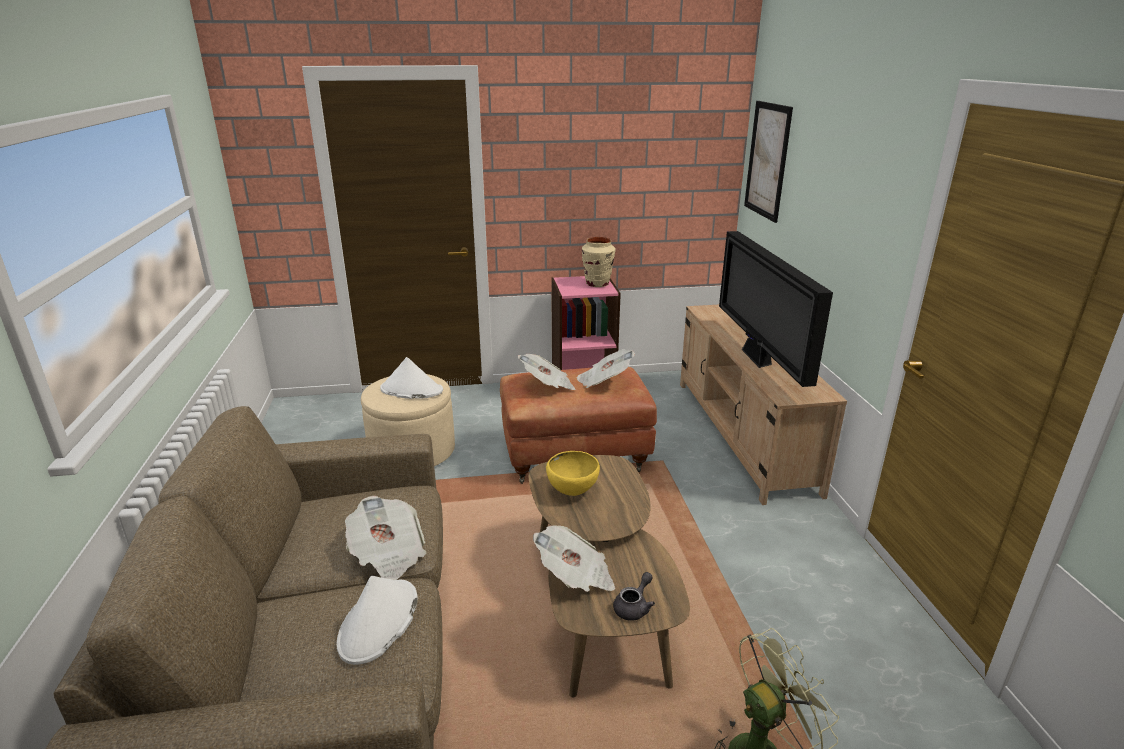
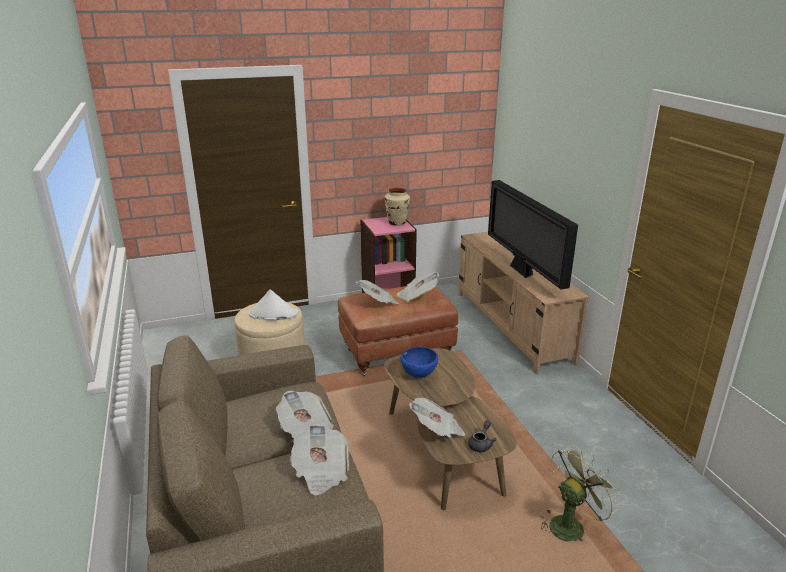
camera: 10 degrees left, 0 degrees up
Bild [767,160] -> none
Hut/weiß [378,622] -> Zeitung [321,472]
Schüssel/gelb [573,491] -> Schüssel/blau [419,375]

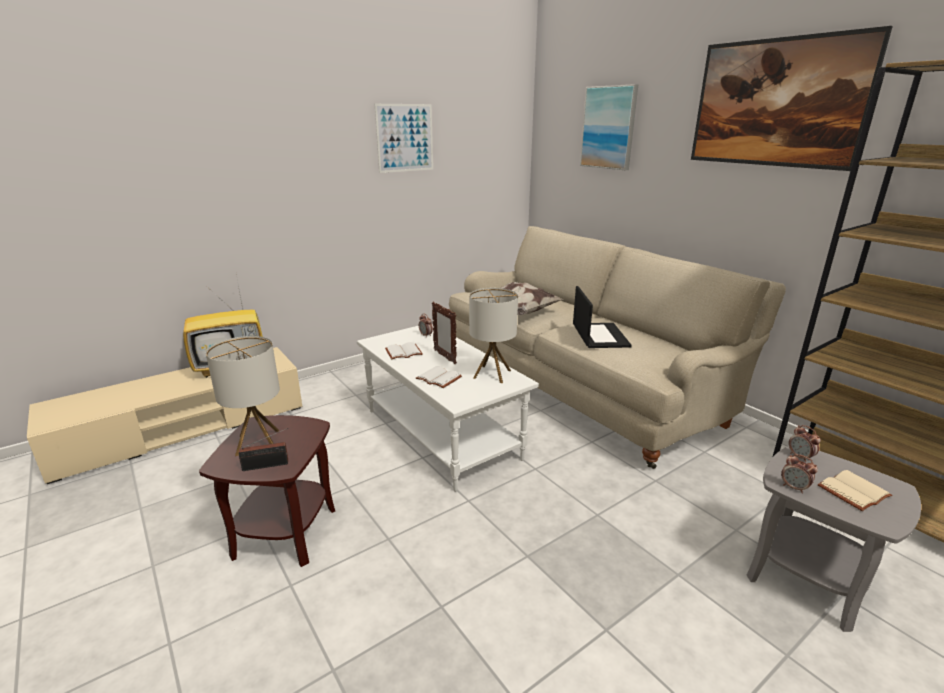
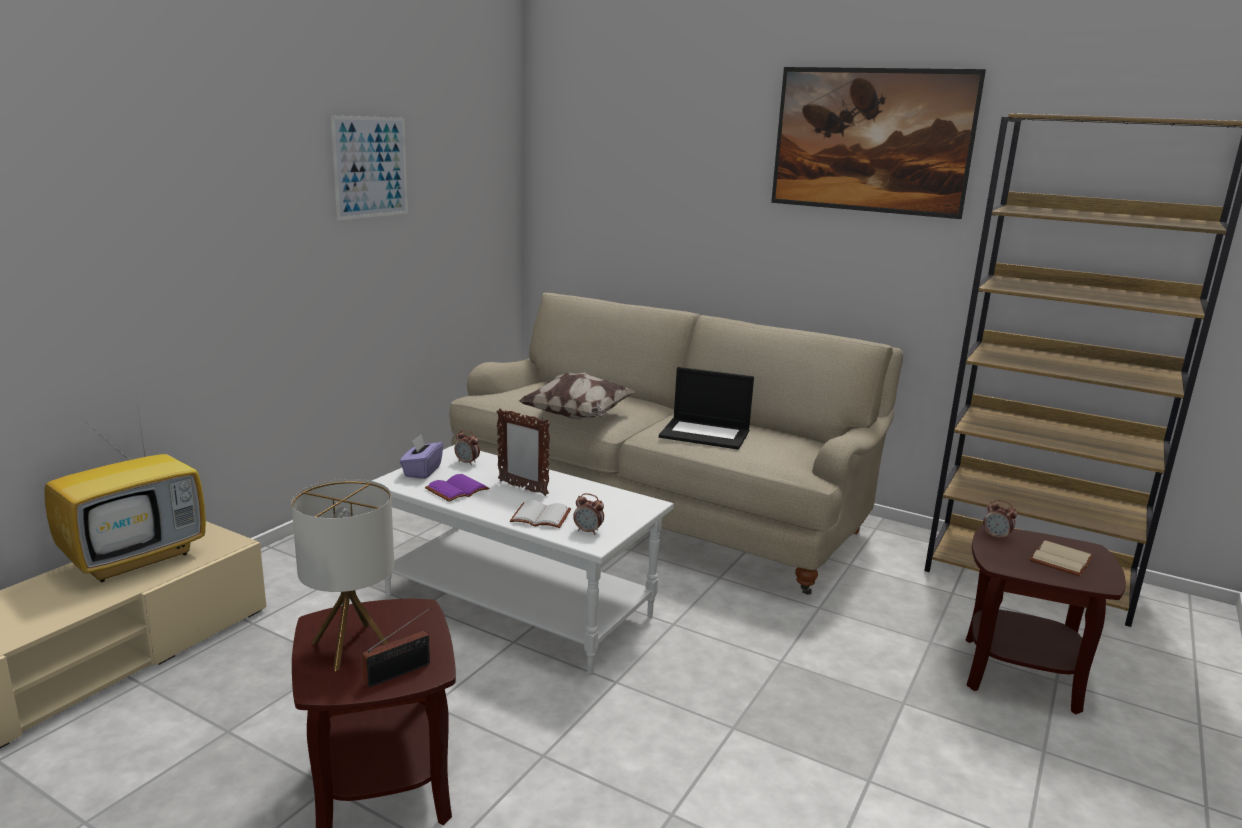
camera: 25 degrees left, 5 degrees down
Tischlampe [492,374] -> none
Bild [608,128] -> none
none -> Taschentuchbox/lila [422,471]
Wecker [794,487] -> Wecker [588,531], relocated
Buch/weiß [404,352] -> Buch/lila [457,489]
Beistelltisch/grau [808,578] -> Beistelltisch/braun [1020,673]
Laptop [599,335] -> Laptop [706,434], 135 degrees clockwise

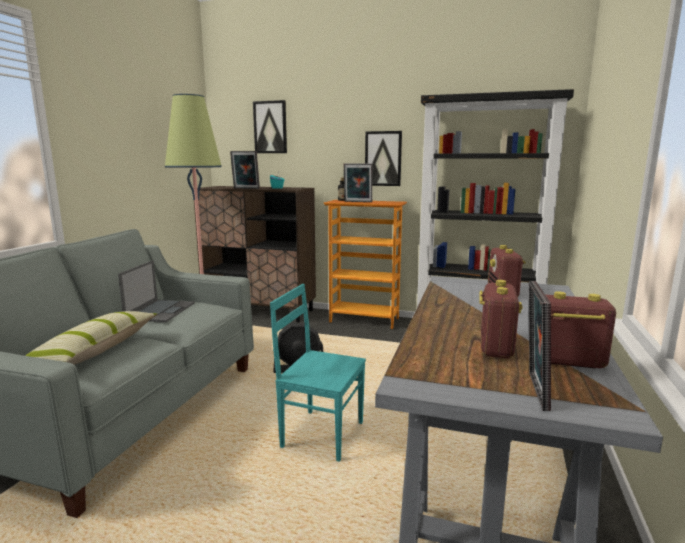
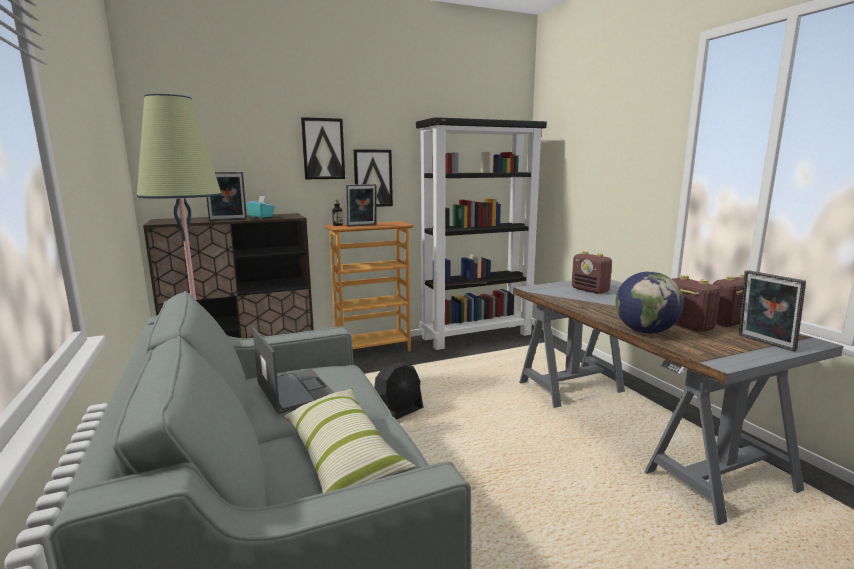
camera: 40 degrees left, 0 degrees up
Stuhl/türkis [322,434] -> none
none -> Globus [645,331]
Bild [270,127] -> Bild [323,149], relocated

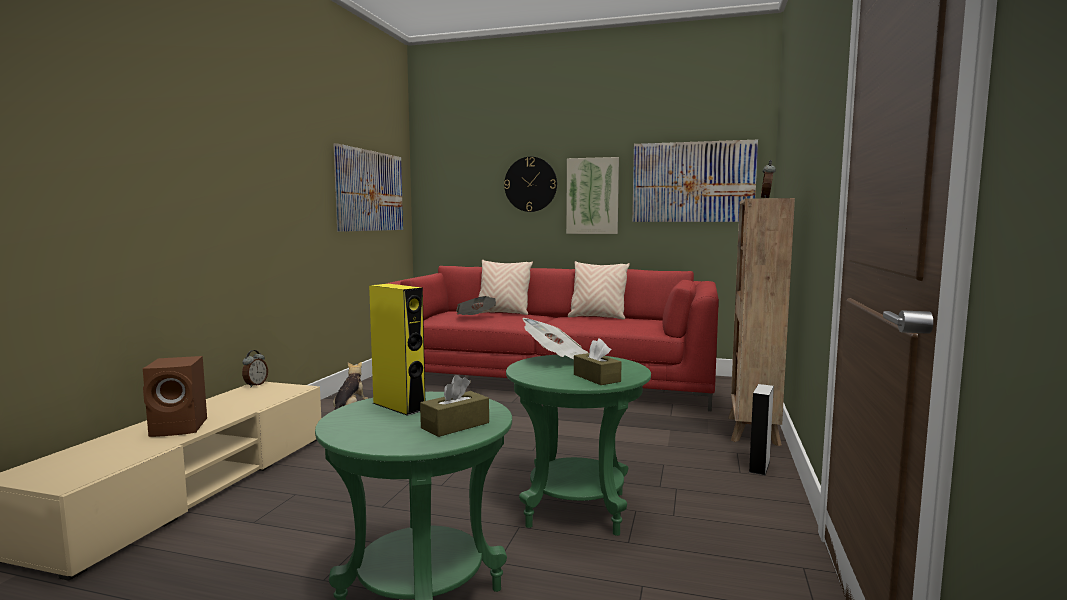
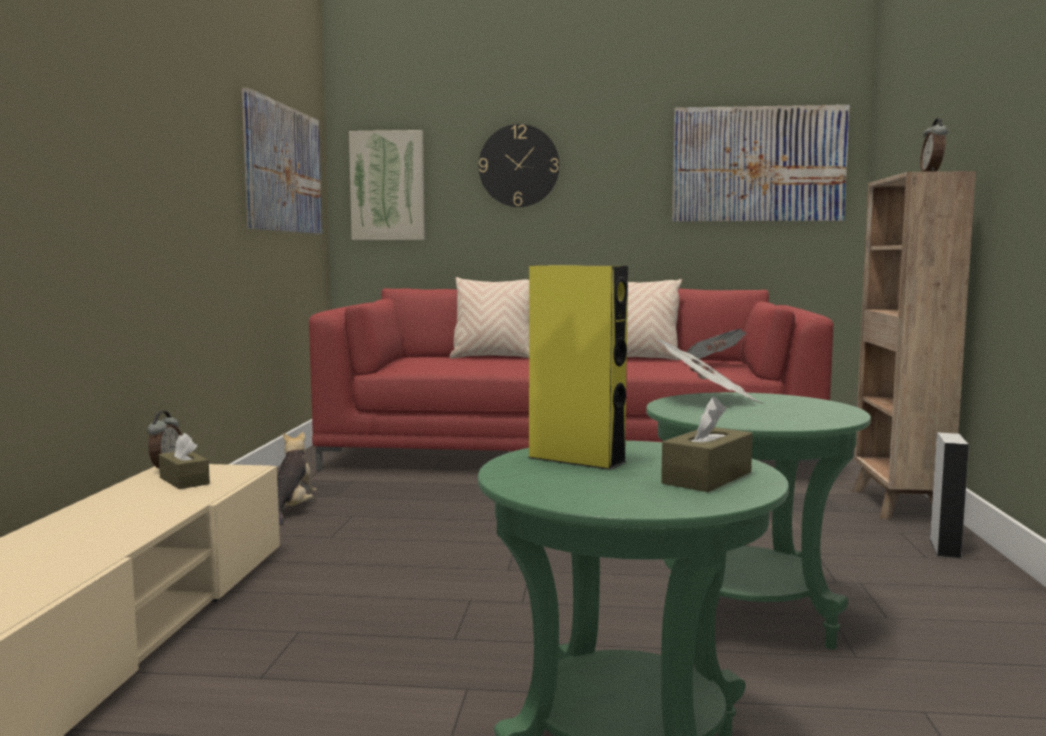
camera: 10 degrees left, 0 degrees up
Lautsprecher/braun [181,427] -> none
Zeitung [476,318] -> Zeitung [711,364], relocated
Bild [592,196] -> Bild [387,186], relocated
Taschentuchbox/braun [596,378] -> Taschentuchbox/braun [184,481], relocated

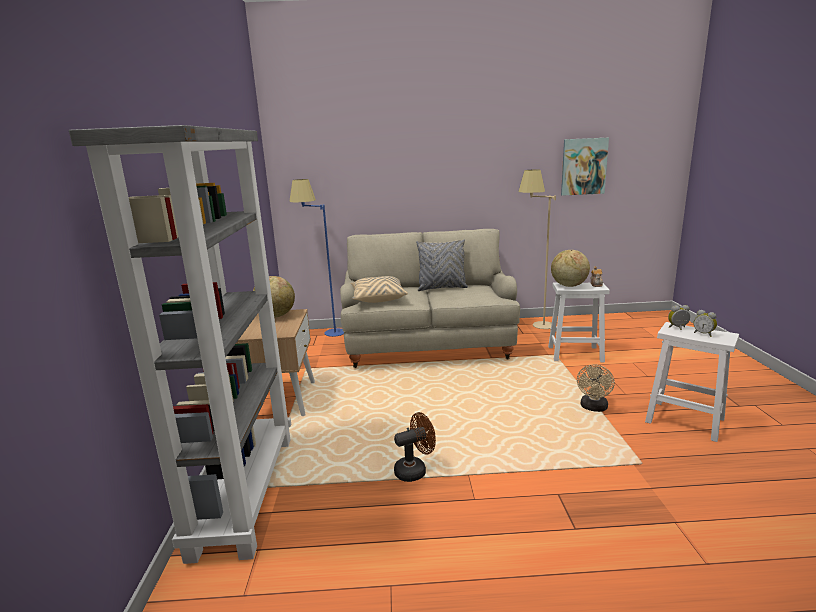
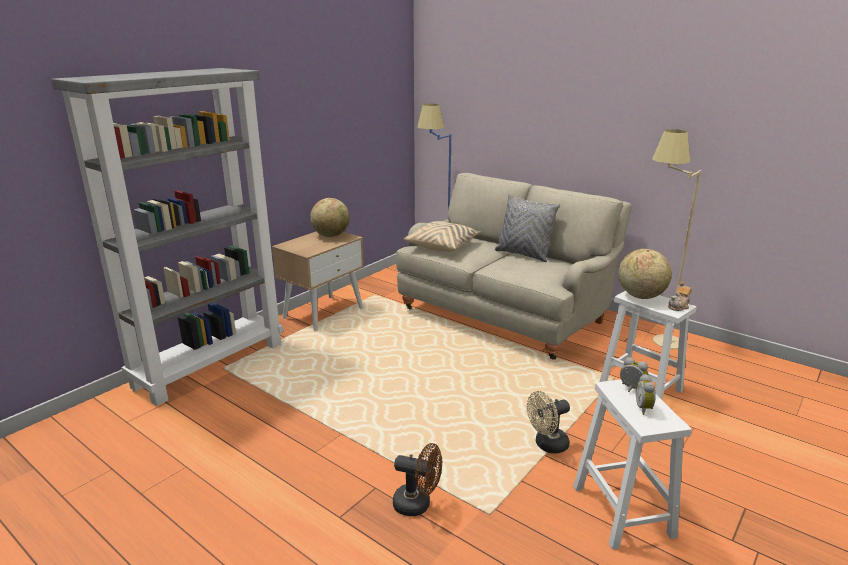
camera: 40 degrees right, 5 degrees up
Bild [583,166] -> none
Ventilator/braun [415,470] -> Ventilator/braun [418,504], relocated

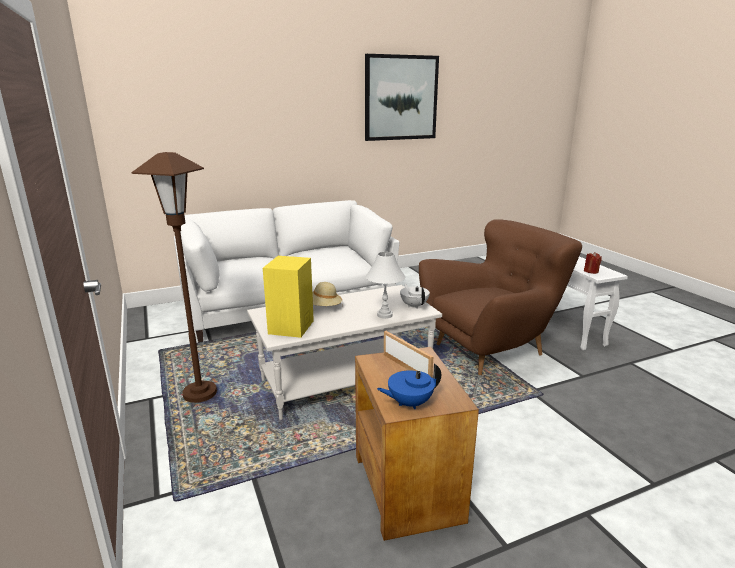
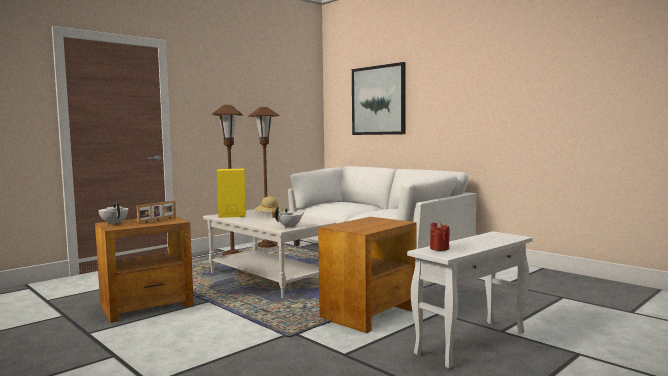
camera: 70 degrees right, 15 degrees down
Tischlampe/weiß [384,315] -> none
none -> Stehlampe/braun [267,246]
Bild [401,98] -> Bild [378,100], relocated
Sessel/braun [491,349] -> Beistelltisch/braun [368,313]
Teekanne/blau [409,403] -> Teekanne/weiß [114,223]

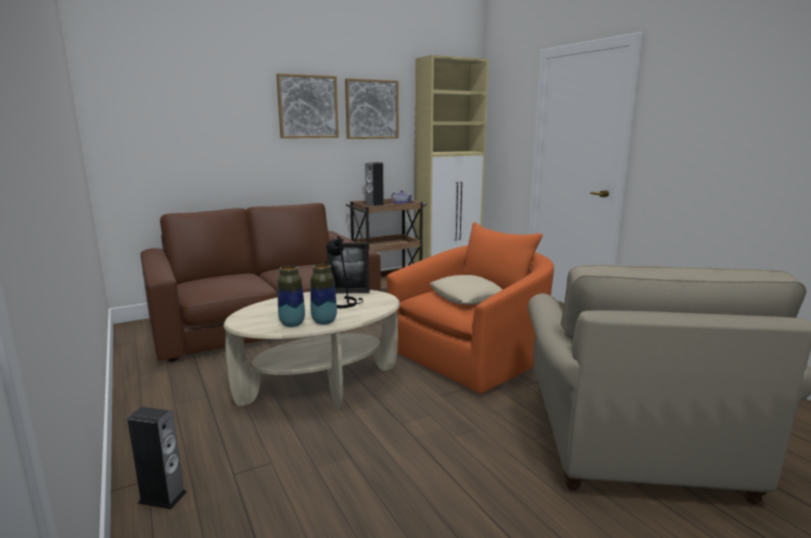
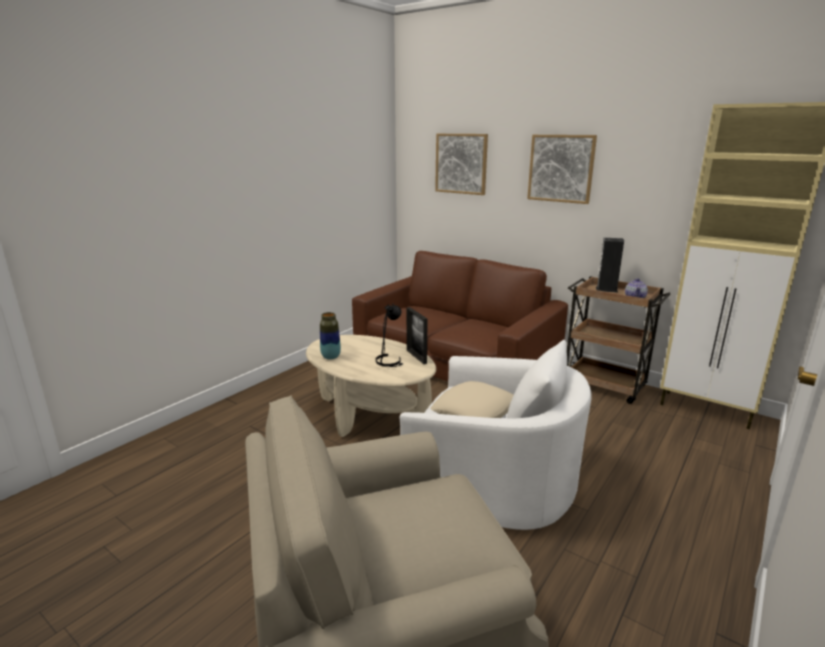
camera: 65 degrees right, 5 degrees up
Lautsprecher [162,497] -> none
Vase [324,322] -> none
Bild [371,109] -> Bild [461,163], relocated
Sessel/orange [474,356] -> Sessel/weiß [493,480]

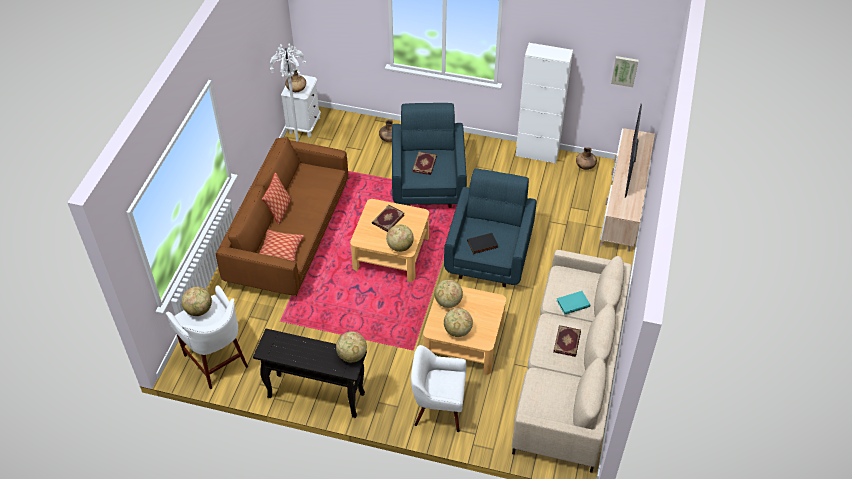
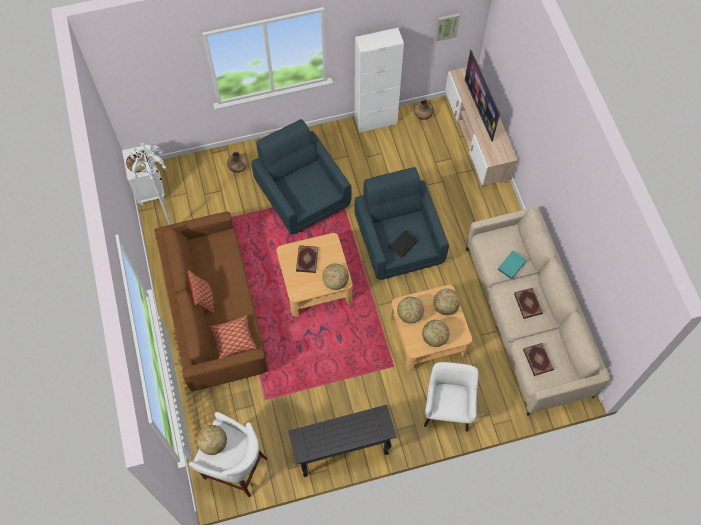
camera: 30 degrees left, 15 degrees up
Globus [352,355] -> Globus [445,307], relocated
Buch [425,164] -> Buch [538,359], relocated
Sessel/weiß [438,408] -> Sessel/weiß [447,408], 120 degrees clockwise

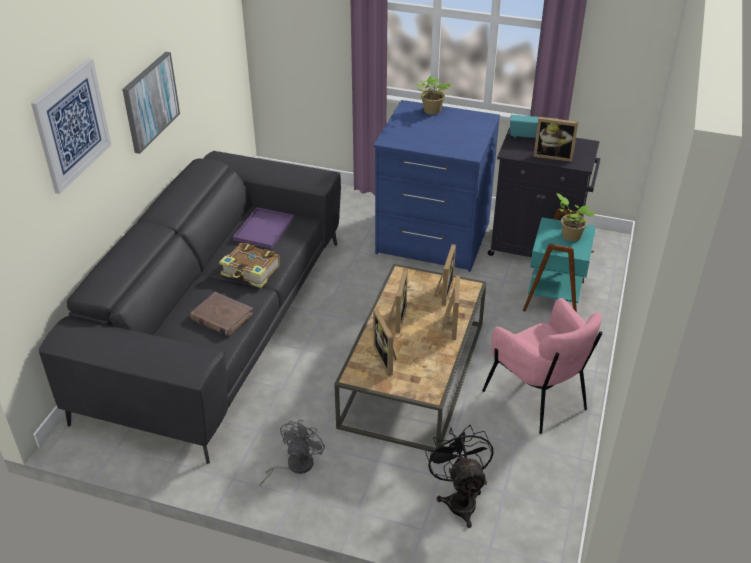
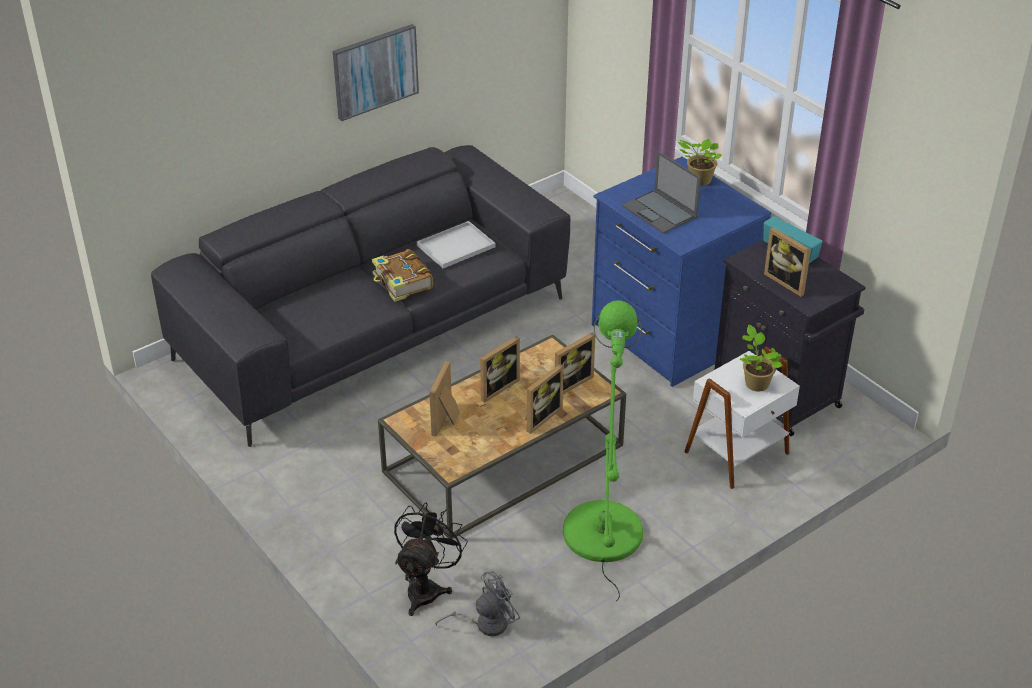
camera: 35 degrees right, 0 degrees up
Bild [72,125] -> none
Buch/braun [221,316] -> none
none -> Laptop [660,212]
Ventilator/grau [294,466] -> Ventilator/grau [485,623], relocated
Sessel/rosa [538,397] -> Stehlampe/grün [603,541]
Tablett/lila [264,230] -> Tablett/weiß [455,247]
Beistelltisch/türkis [555,296] -> Beistelltisch/weiß [738,453]

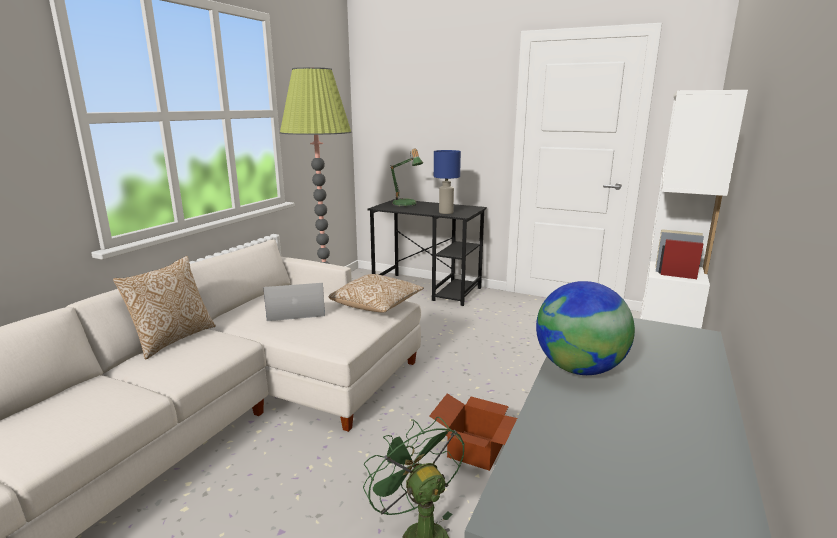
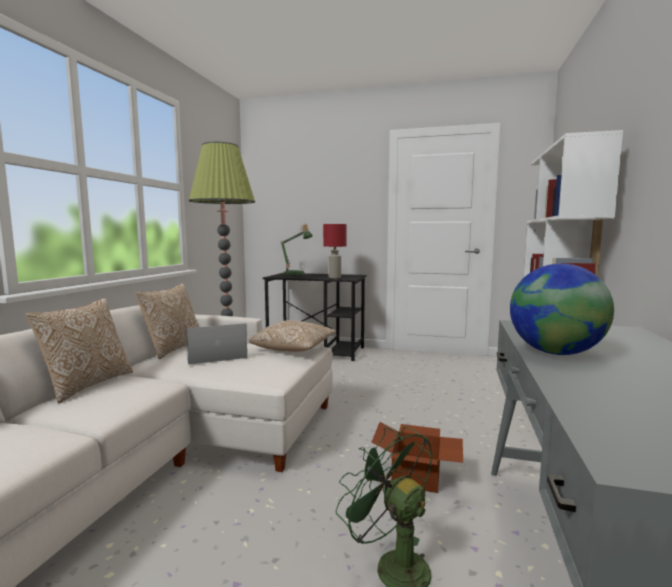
camera: 10 degrees left, 10 degrees down
none -> Kissen [173,349]
Tischlampe/blau [445,212] -> Tischlampe/rot [334,278]

